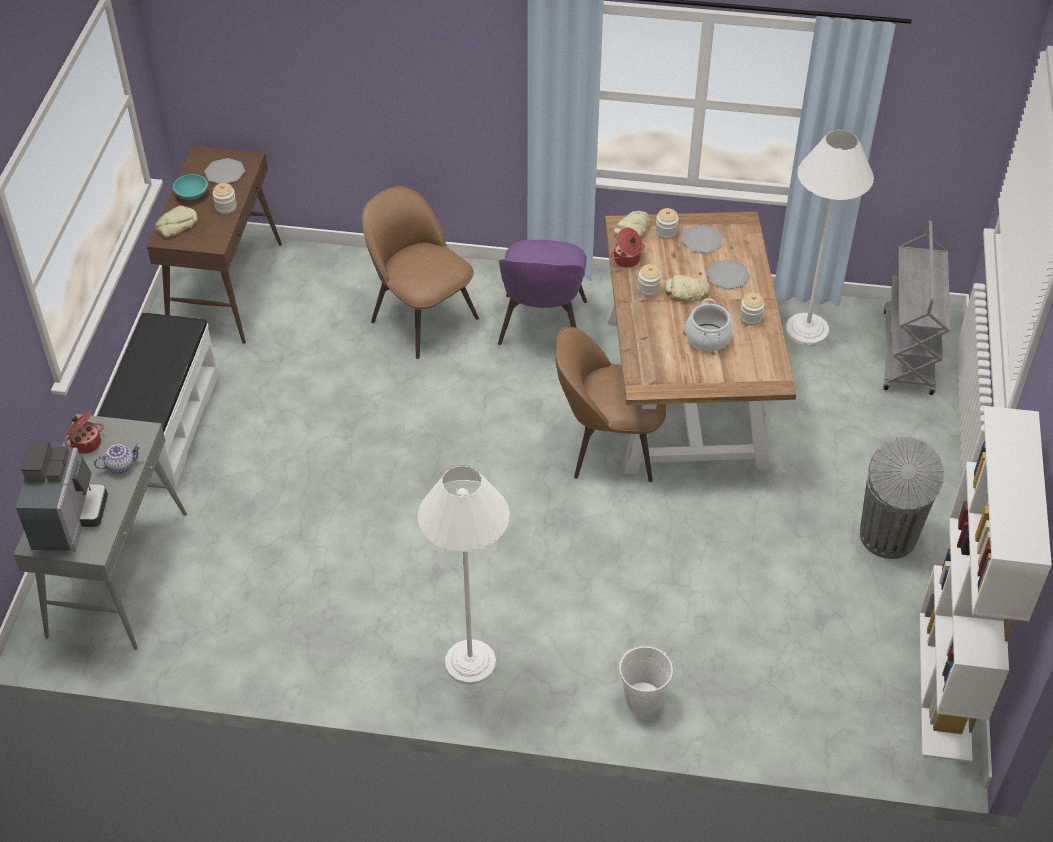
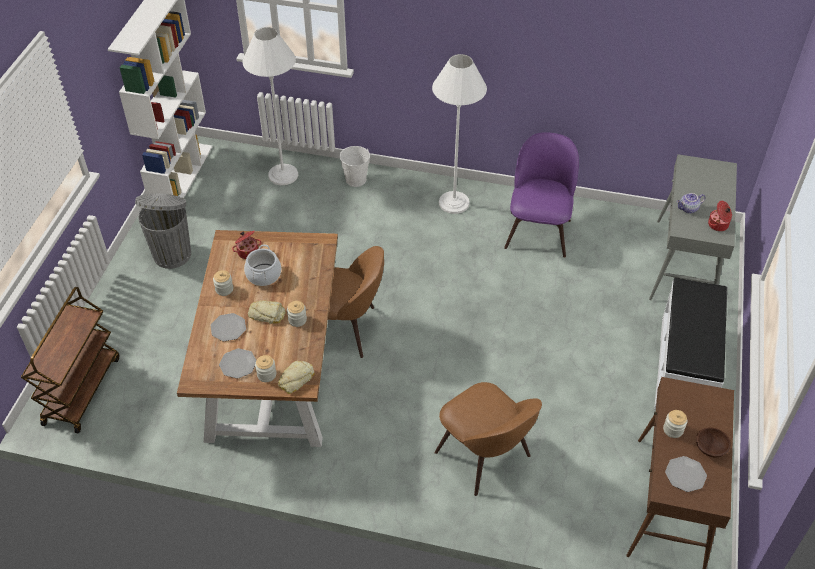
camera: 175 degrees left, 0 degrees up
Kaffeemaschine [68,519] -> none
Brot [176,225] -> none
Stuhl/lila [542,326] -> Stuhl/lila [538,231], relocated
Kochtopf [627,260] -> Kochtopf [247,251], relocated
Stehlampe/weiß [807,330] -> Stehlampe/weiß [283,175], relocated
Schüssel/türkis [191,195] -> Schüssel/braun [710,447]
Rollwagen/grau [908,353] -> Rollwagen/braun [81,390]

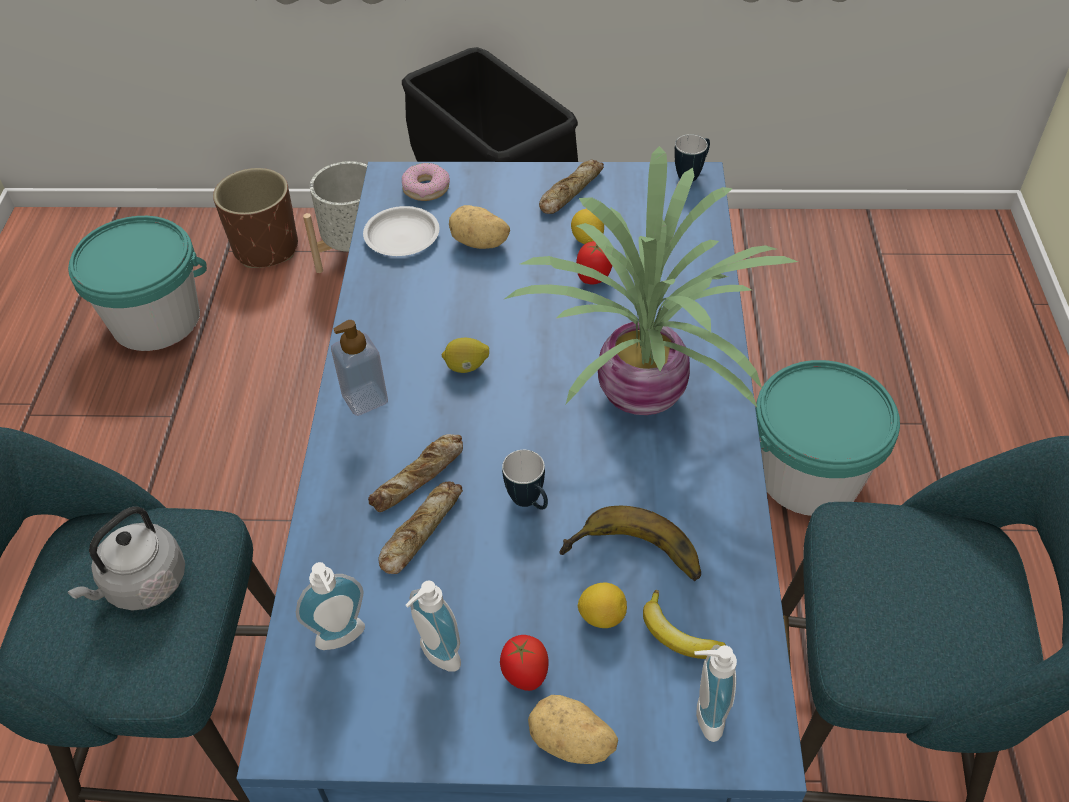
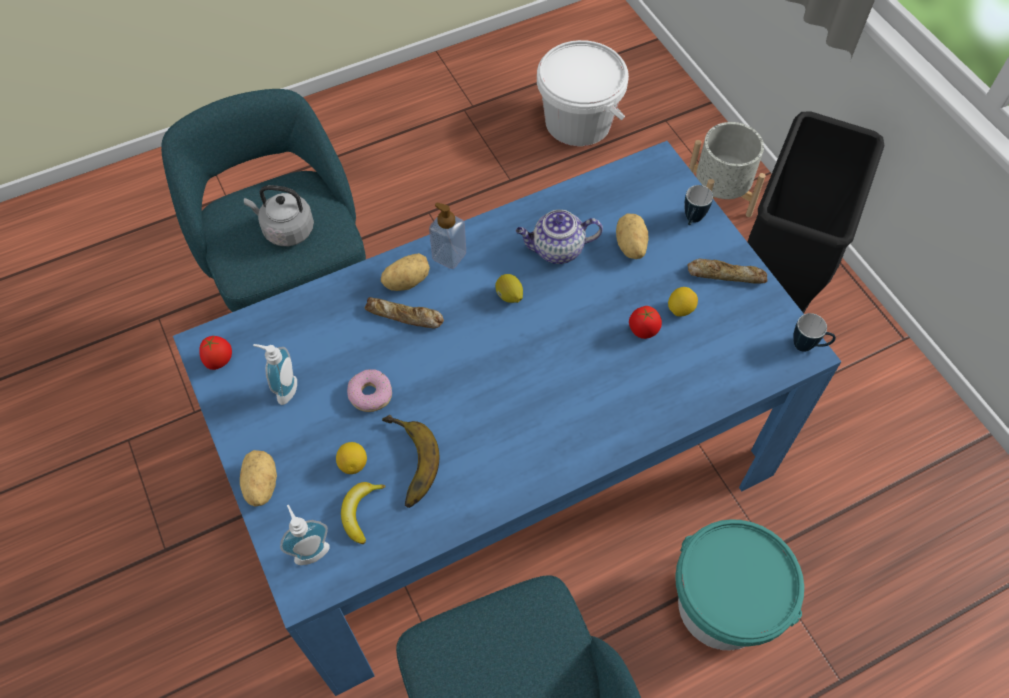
camera: 60 degrees right, 10 degrees up
Pflanzkübel/braun [267,248] -> none
Seifenspender [342,640] -> none
Teller/weiß [401,236] -> none
Brot [420,530] -> none
Topfpflanze [646,393] -> none
none -> Kartoffel [406,280]
none -> Teekanne [556,250]
Donut [426,188] -> Donut [370,394], relocated
Tomate [525,675] -> Tomate [220,361], relocated
Henkelbecher [529,503] -> Henkelbecher [692,220], relocated
Eimer/türkis [156,320] -> Eimer/weiß [578,121]

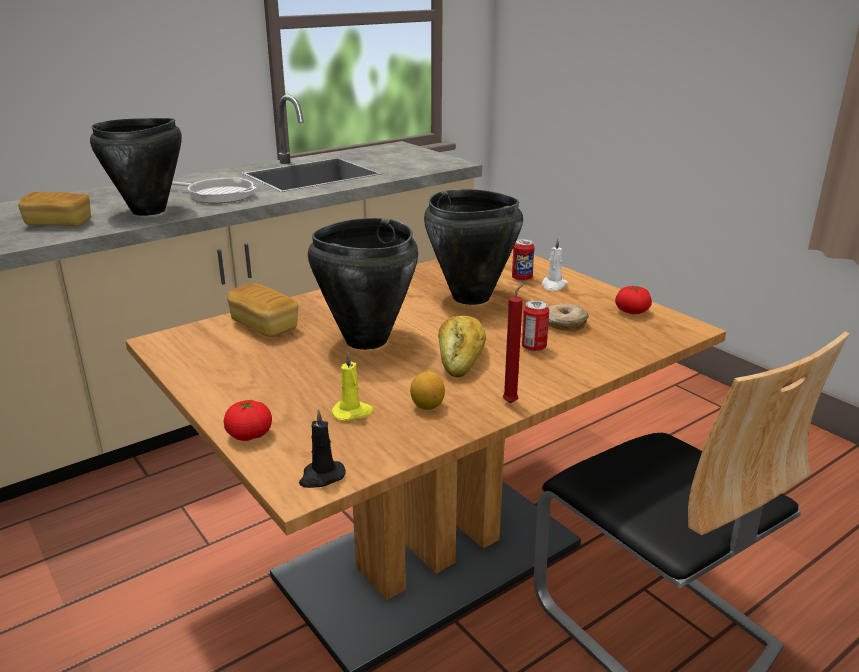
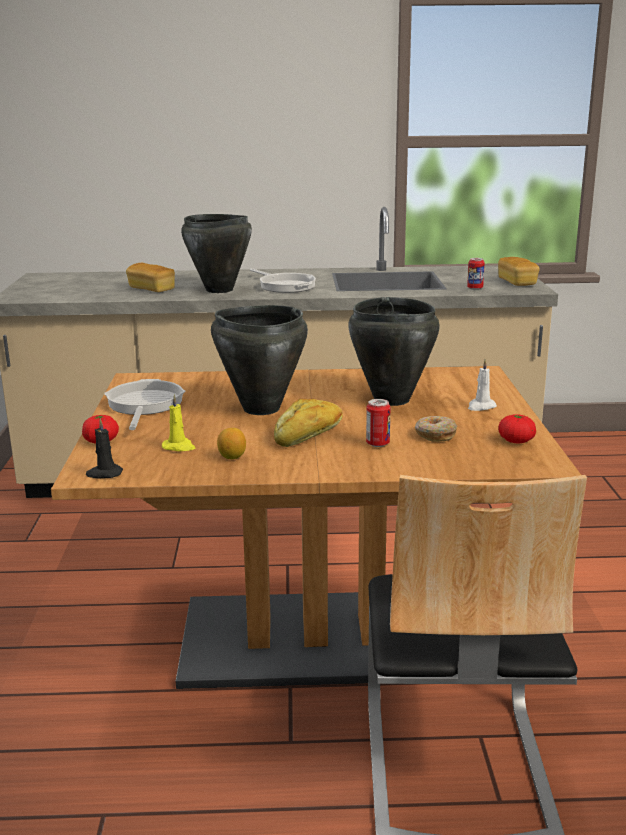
camera: 35 degrees right, 5 degrees down
Kerze/rot [511,402] -> none
none -> Pfanne [144,405]
Brot [264,326] -> Brot [517,282], relocated
Dose [522,278] -> Dose [475,288], relocated

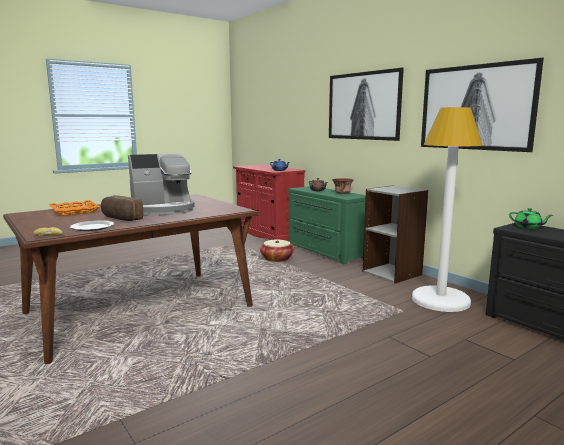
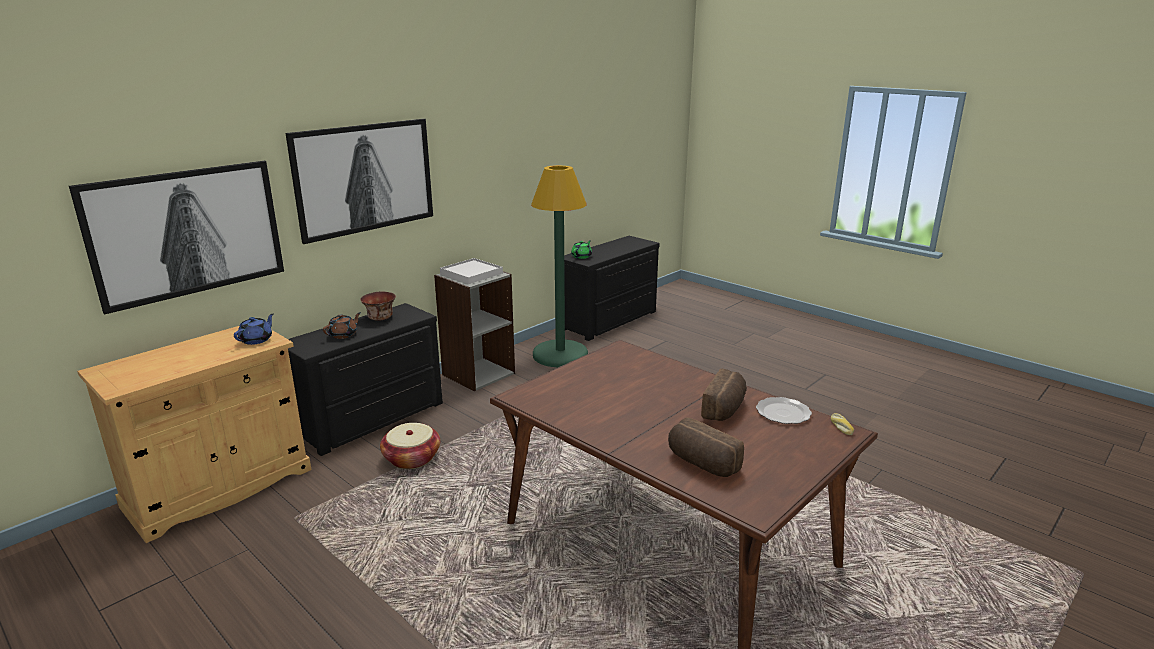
camera: 100 degrees left, 10 degrees up
Kaffeemaschine [162,210] -> none
none -> Tablett/weiß [471,273]
Bild [475,107] -> Bild [187,233], relocated
Tablett/orange [75,211] -> Brot [701,463]
Schrank/rot [268,234] -> Schrank/beige [219,488]
Kommode/grün [324,251] -> Kommode/schwarz [373,420]
Stehlampe/weiß [440,300] -> Stehlampe/grün [560,355]

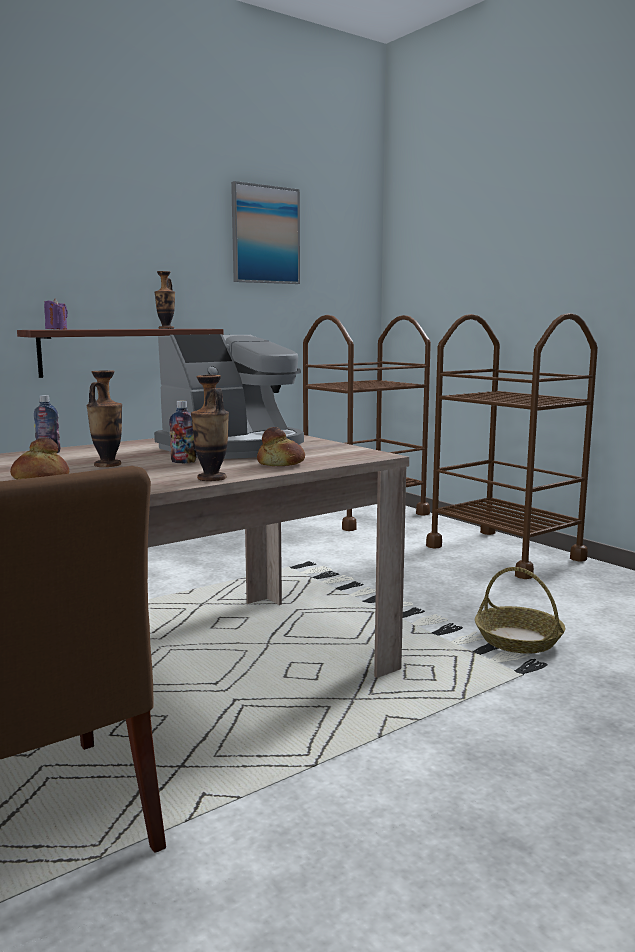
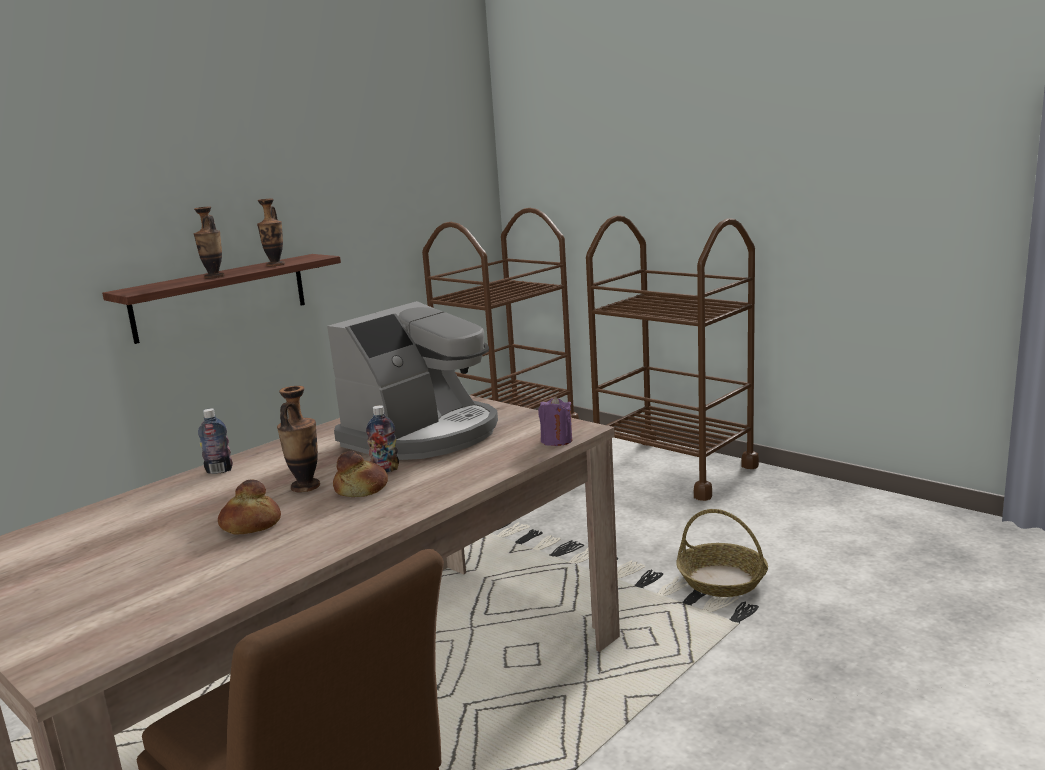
camera: 10 degrees left, 5 degrees up
Bild [265,235] -> none
Kerze/lila [56,329] -> Kerze/lila [556,440], relocated
Vase [211,478] -> Vase [214,277], relocated
Brot [280,464] -> Brot [361,490], relocated

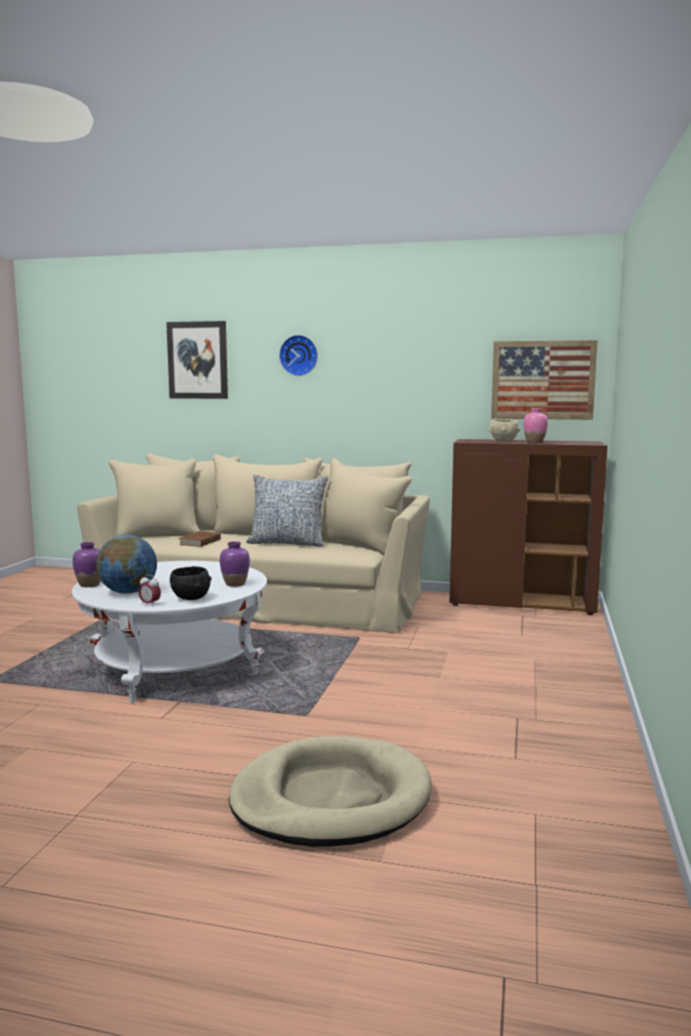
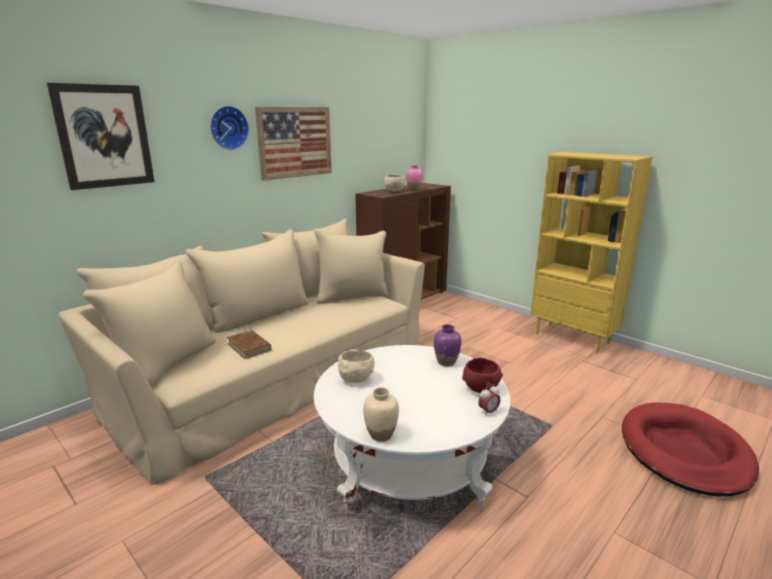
camera: 60 degrees left, 10 degrees up
Globus [128,592] -> none
Kissen [287,543] -> none
none -> Schüssel/beige [356,379]
none -> Bücherregal/gelb [573,338]
Bild [543,380] -> Bild [295,142], relocated
Vase/lila [89,585] -> Vase/beige [381,435]
Schüssel/schwarz [190,598] -> Schüssel/rot [480,389]
Hundebett/beige [330,798] -> Hundebett/rot [684,452]

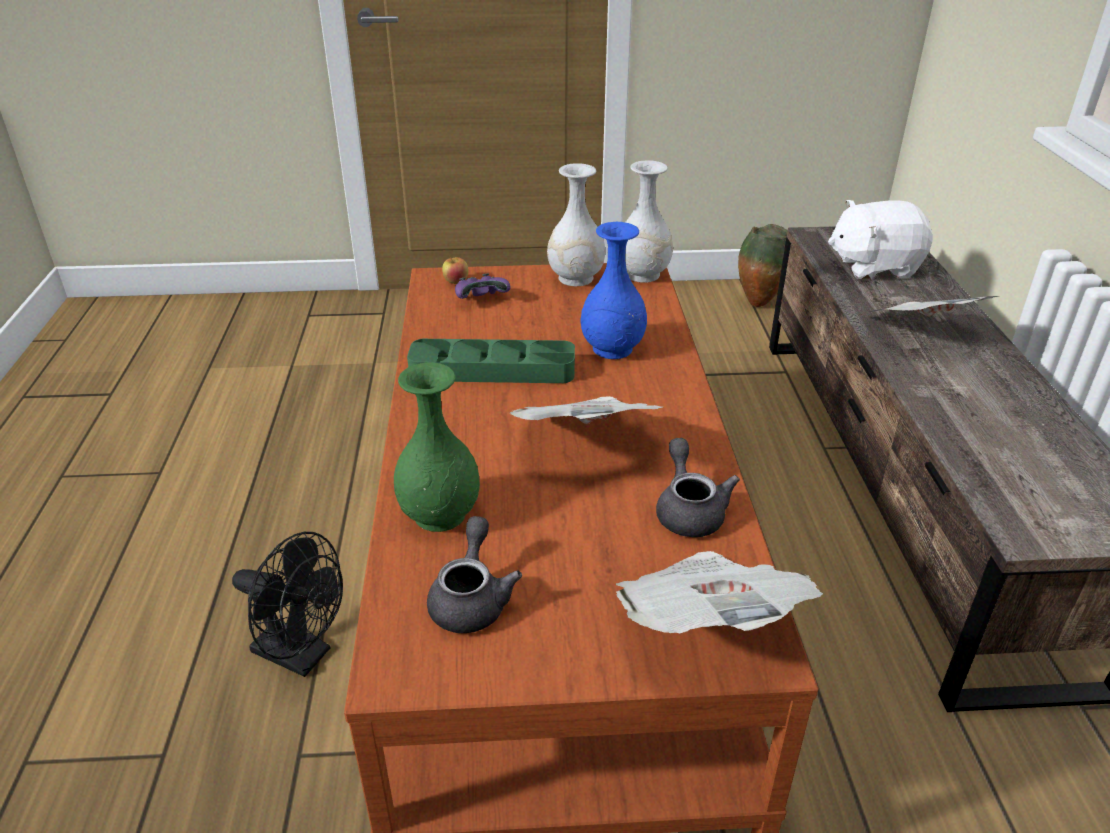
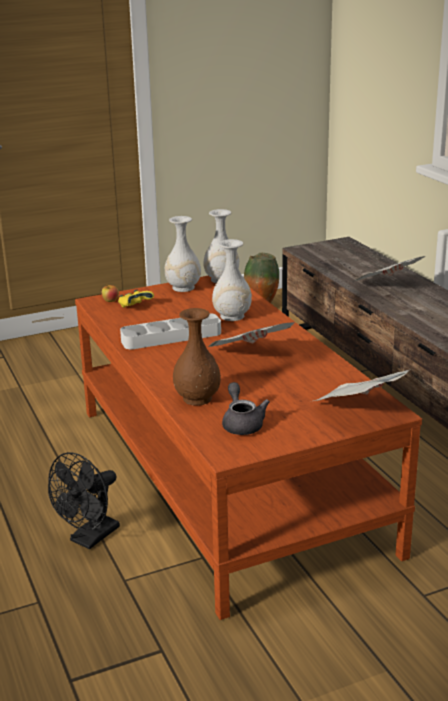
camera: 20 degrees left, 10 degrees down
Teekanne/grau [689,510] -> none
Plüschtier/weiß [873,266] -> none
Vase/grün [441,514] -> Vase/braun [198,398]
Tablett/grün [492,370] -> Tablett/grau [171,337]
Gamepad/lila [481,300] -> Gamepad/gelb [135,307]
Vase/blau [612,349] -> Vase/weiß [232,316]
Ventilator/schwarz [301,655] -> Ventilator/schwarz [90,538], 120 degrees clockwise

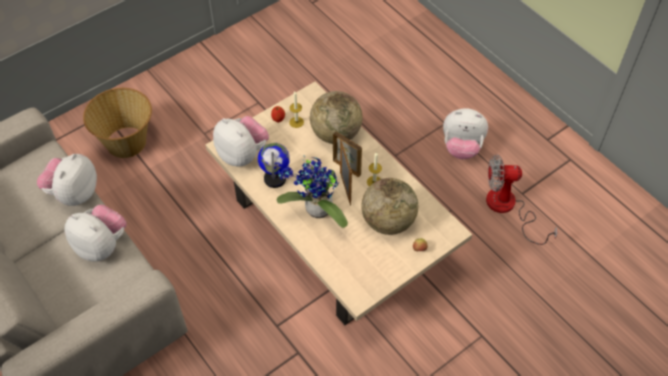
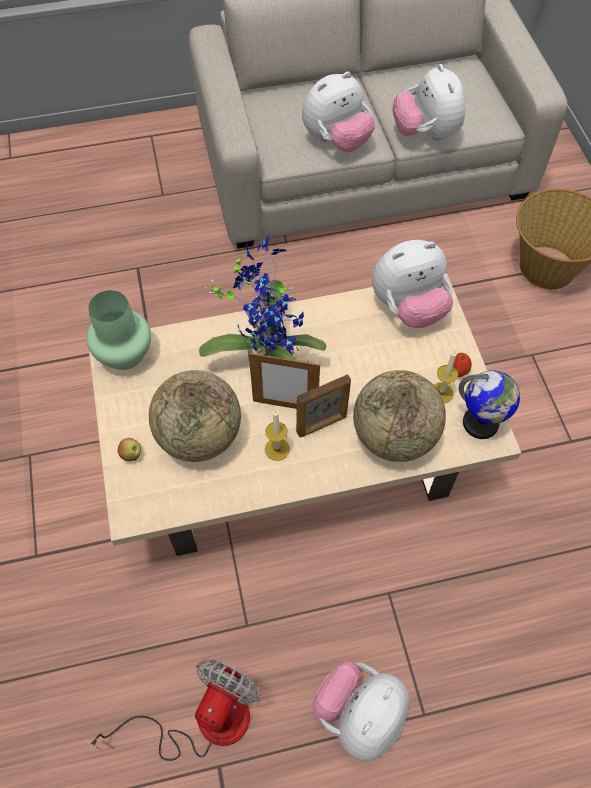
camera: 115 degrees right, 5 degrees up
none -> Vase/grün [126,355]
Globus [275,178] -> Globus [480,423], relocated
Plüschtier [73,193] -> Plüschtier [425,133], 150 degrees counterclockwise

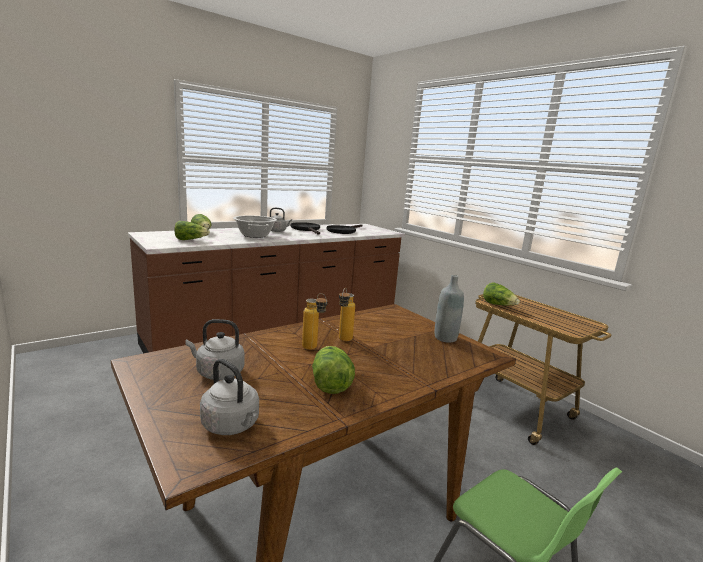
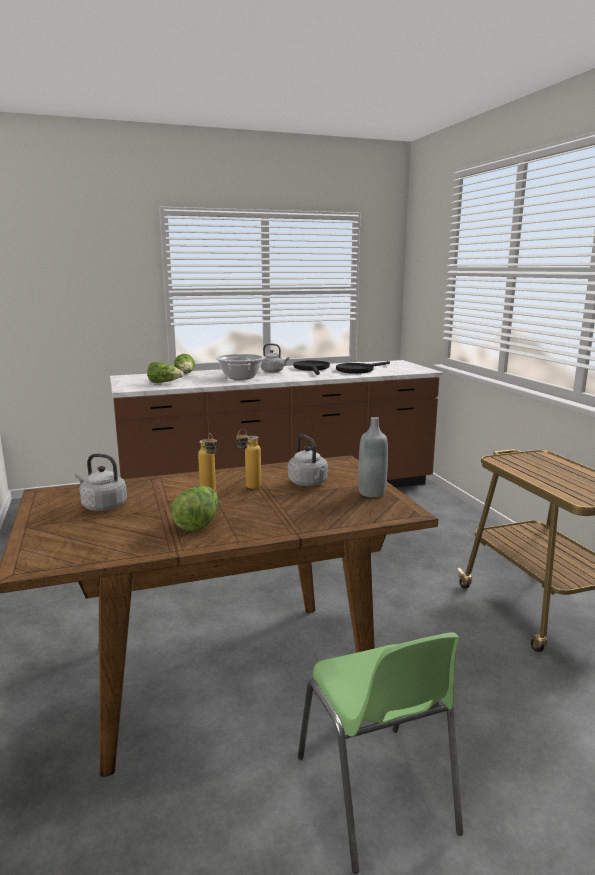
camera: 20 degrees right, 0 degrees up
Salatkopf [498,305] -> none
Wasserkessel/grau [232,425] -> Wasserkessel/grau [309,483], relocated

